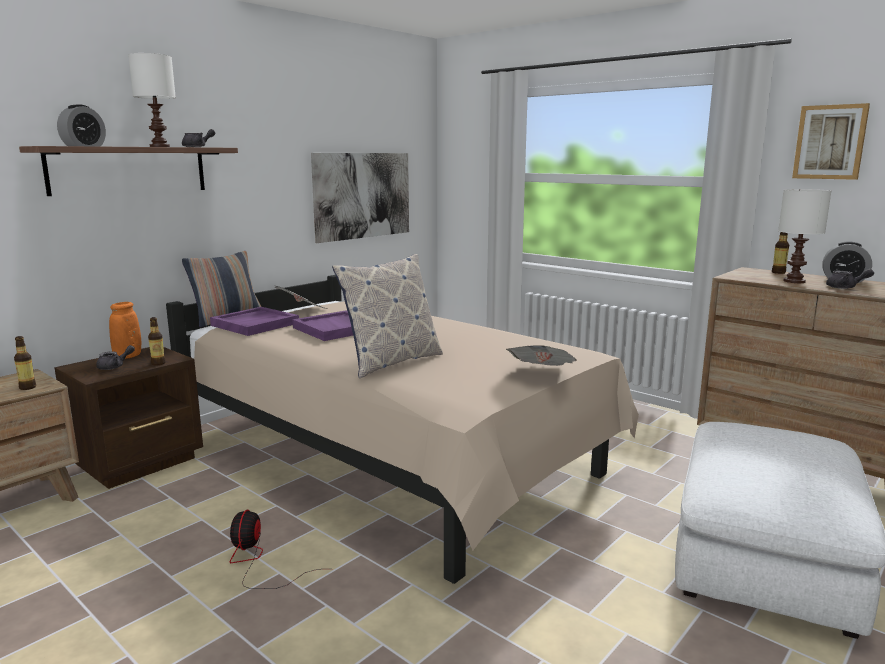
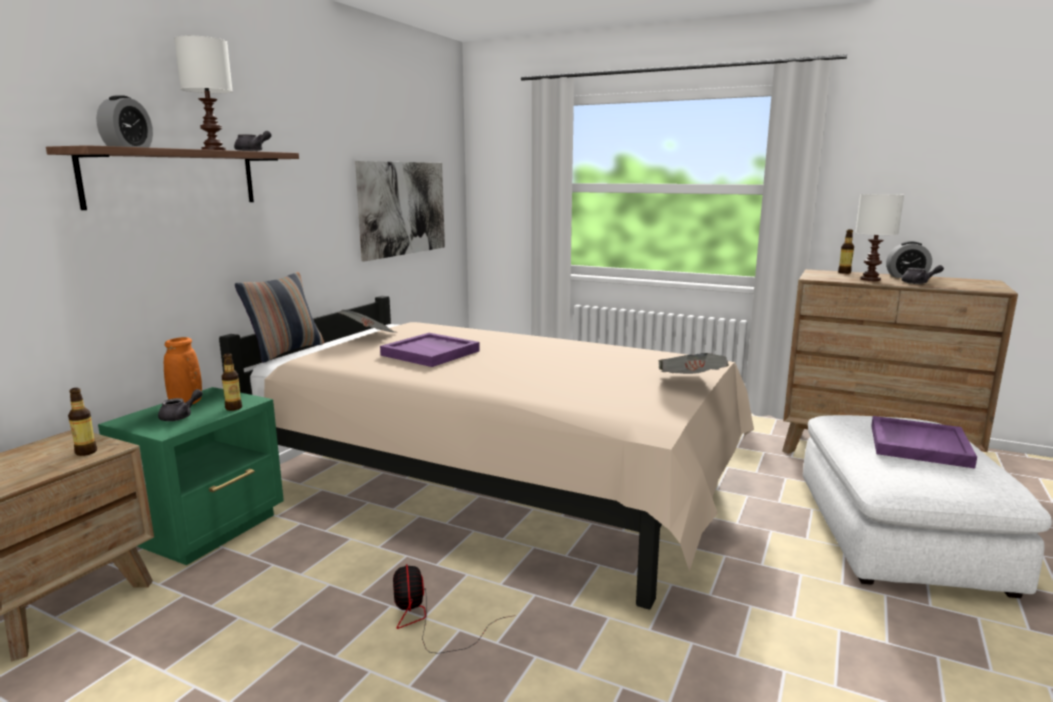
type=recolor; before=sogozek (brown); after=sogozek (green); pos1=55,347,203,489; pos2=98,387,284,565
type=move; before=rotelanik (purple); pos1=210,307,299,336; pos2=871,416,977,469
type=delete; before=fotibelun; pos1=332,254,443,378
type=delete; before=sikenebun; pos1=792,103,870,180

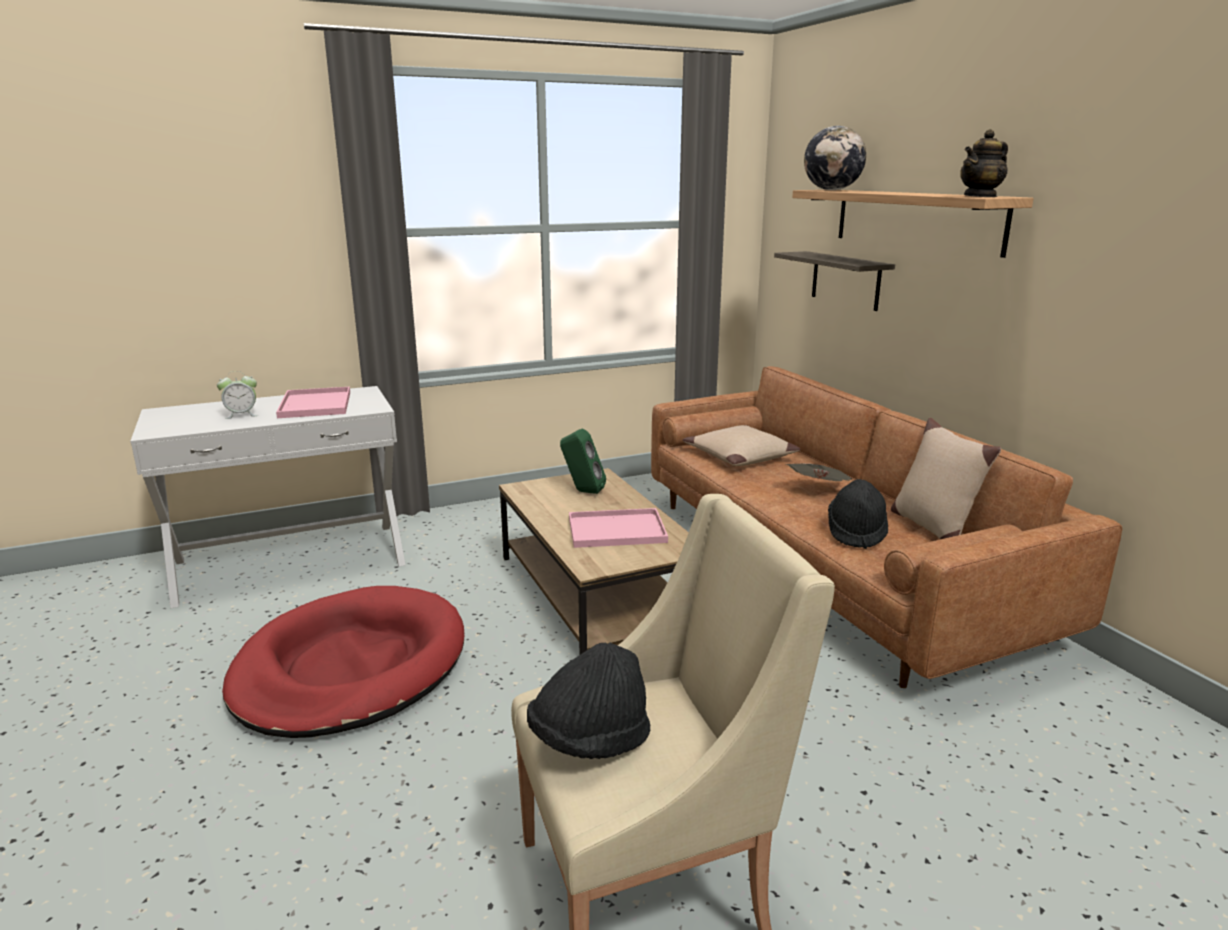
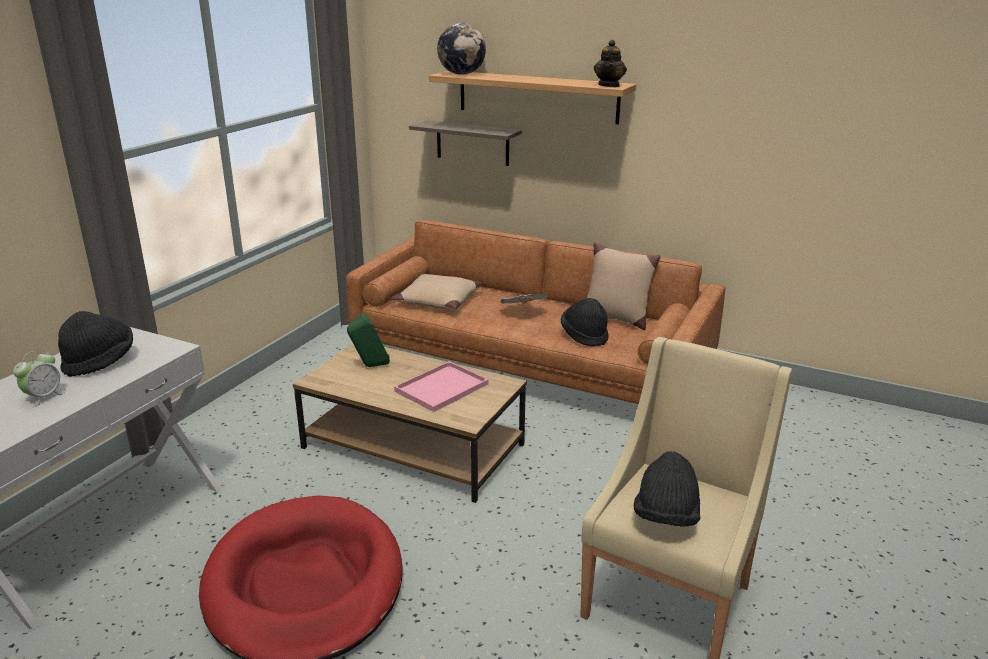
type=replace; before=rotelanik (pink); after=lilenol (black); pos1=276,387,350,418; pos2=58,311,133,377

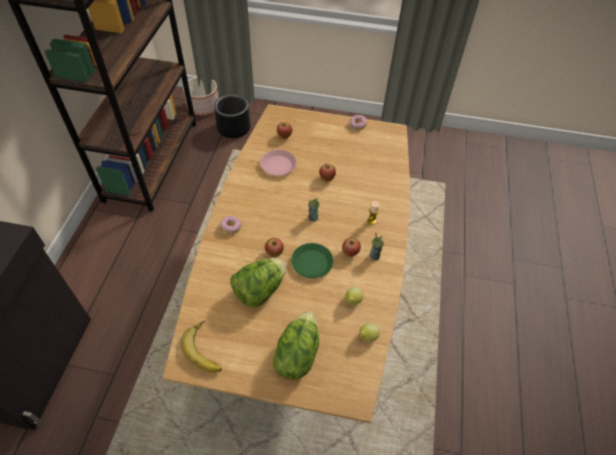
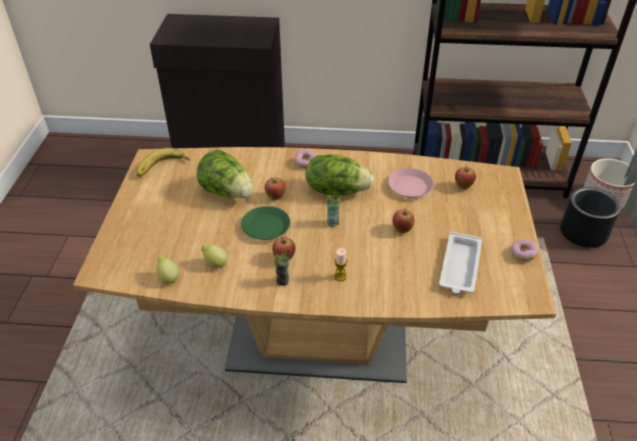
type=move; before=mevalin; pos1=273,312,319,380; pos2=306,155,374,196
type=insert; after=rotelanik (white); pos2=439,232,482,294

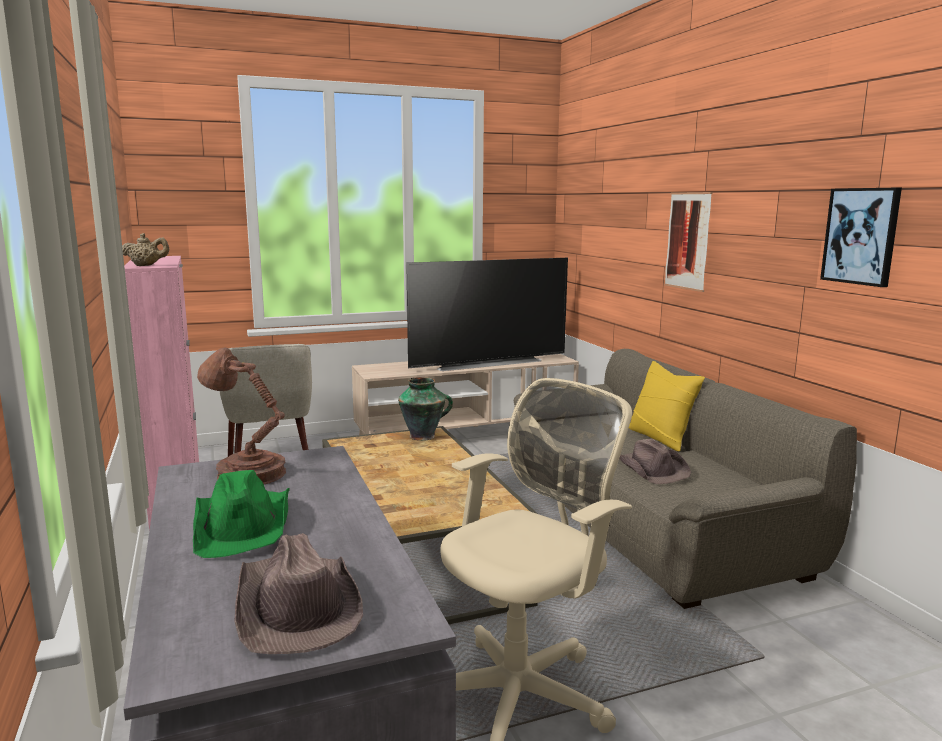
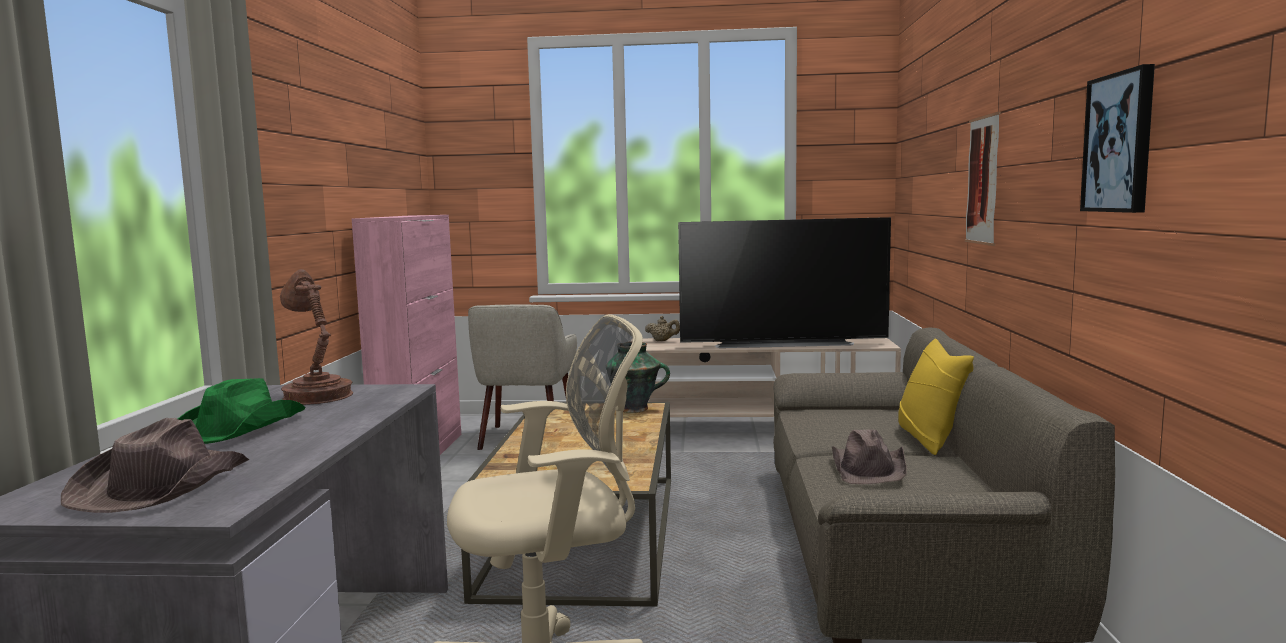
type=move; before=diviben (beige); pos1=122,233,169,266; pos2=645,316,680,341

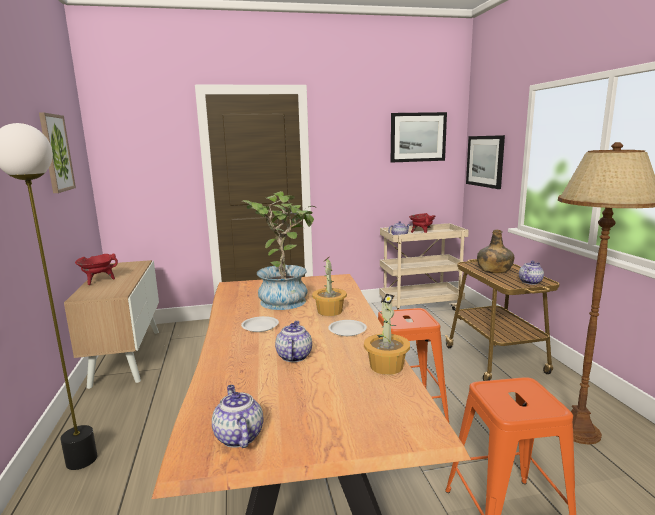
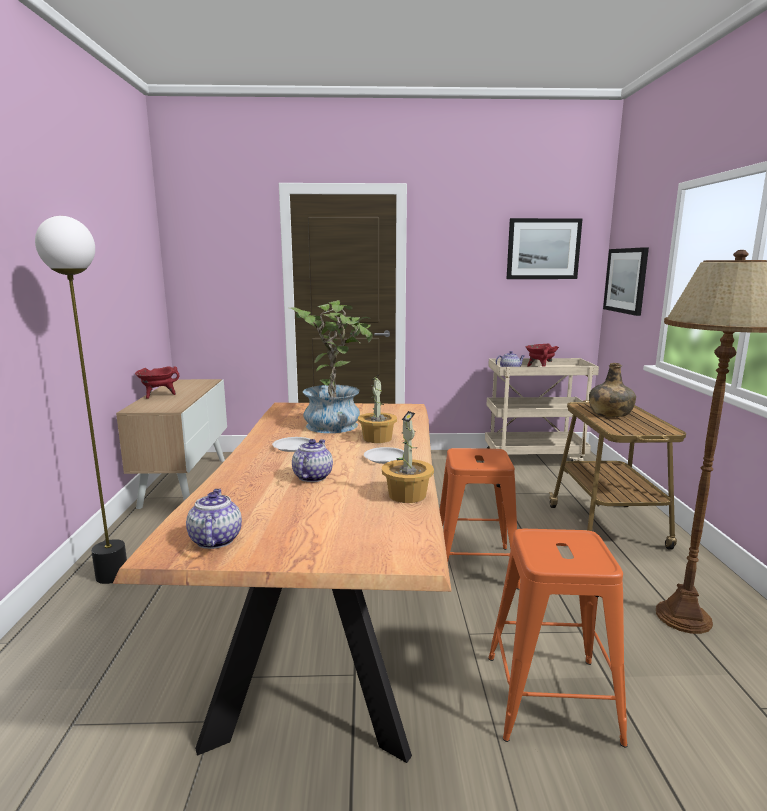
type=delete; before=sikenebun; pos1=39,112,76,193
type=delete; before=diviben; pos1=519,261,544,285

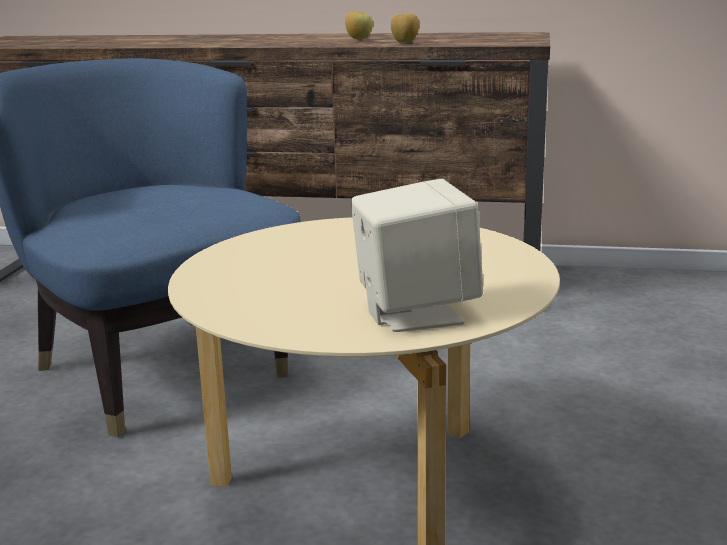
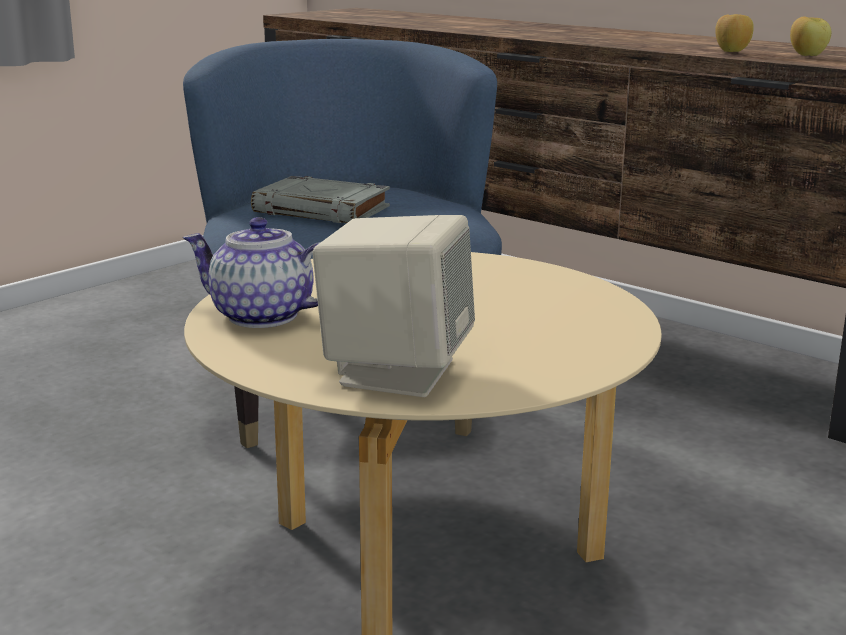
type=insert; after=diviben; pos2=183,217,320,328
type=insert; after=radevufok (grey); pos2=251,176,390,223
type=move; before=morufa; pos1=345,12,373,39; pos2=790,17,831,56

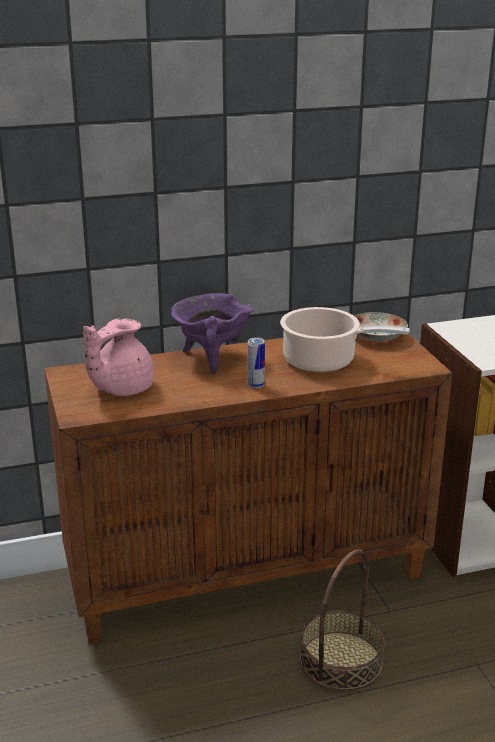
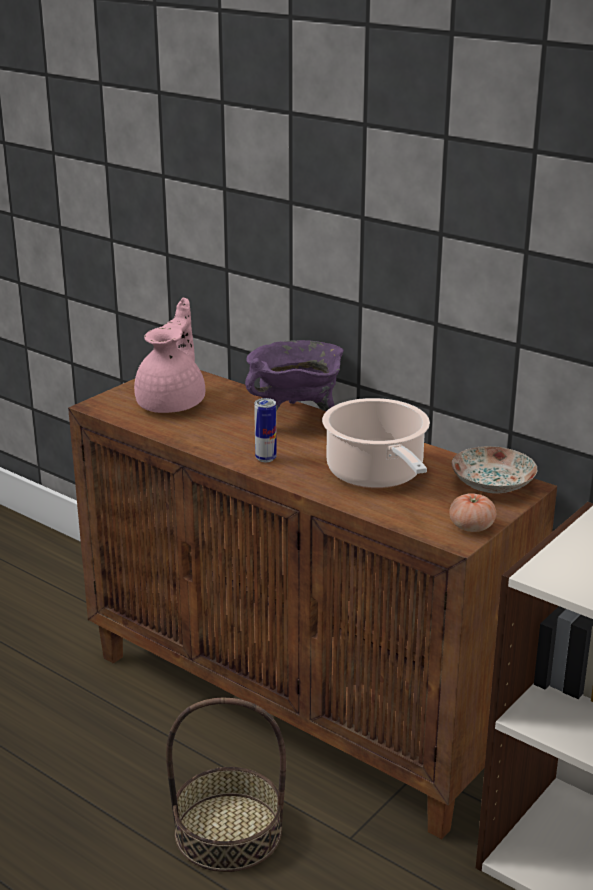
type=rotate; before=diviben (pink); pos1=83,318,154,396; pos2=134,298,205,413; turn=105
type=insert; after=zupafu; pos2=449,493,496,532

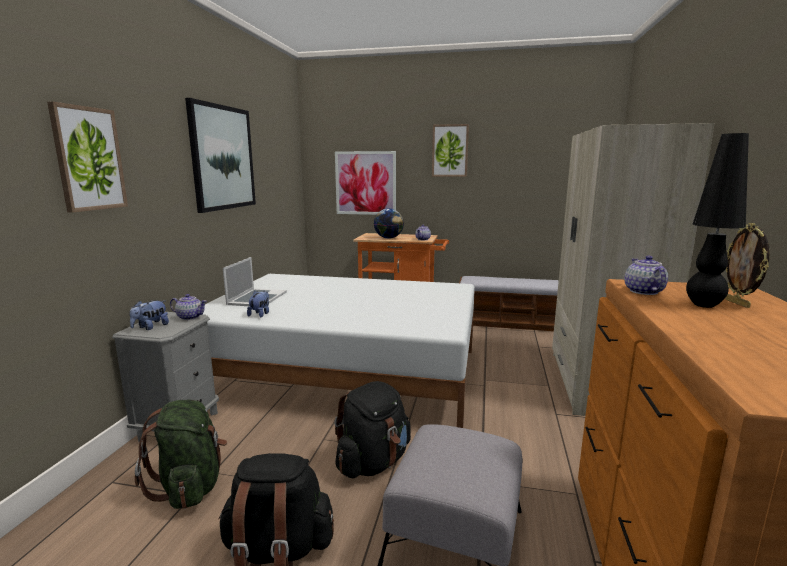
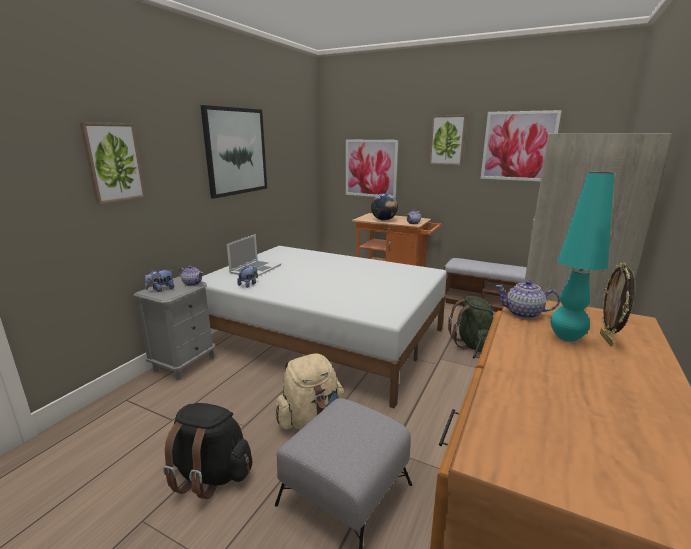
type=recolor; before=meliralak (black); after=meliralak (beige); pos1=334,381,411,478; pos2=275,354,344,430
type=move; before=meliralak (green); pos1=135,400,227,509; pos2=448,296,494,352
type=insert; after=sikenebun; pos2=481,110,562,181
type=rotate; before=diviben; pos1=624,256,668,295; pos2=495,280,560,319; turn=-90
type=recolor; before=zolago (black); after=zolago (turquoise); pos1=686,133,749,308; pos2=551,172,615,342

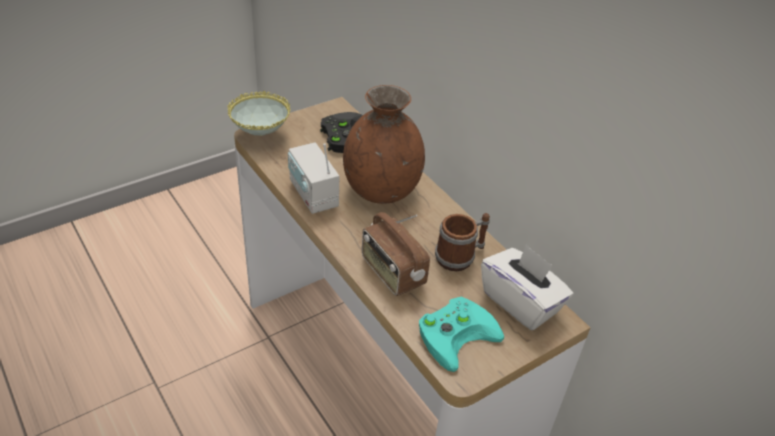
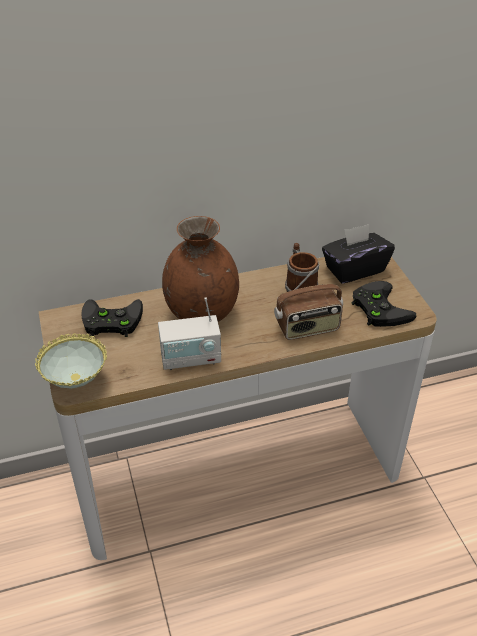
type=recolor; before=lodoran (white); after=lodoran (black); pos1=481,244,573,330; pos2=322,224,395,283
type=recolor; before=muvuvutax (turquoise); after=muvuvutax (black); pos1=419,296,504,372; pos2=351,281,416,327

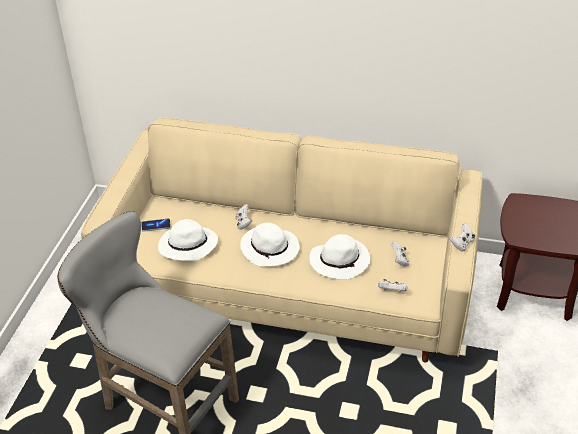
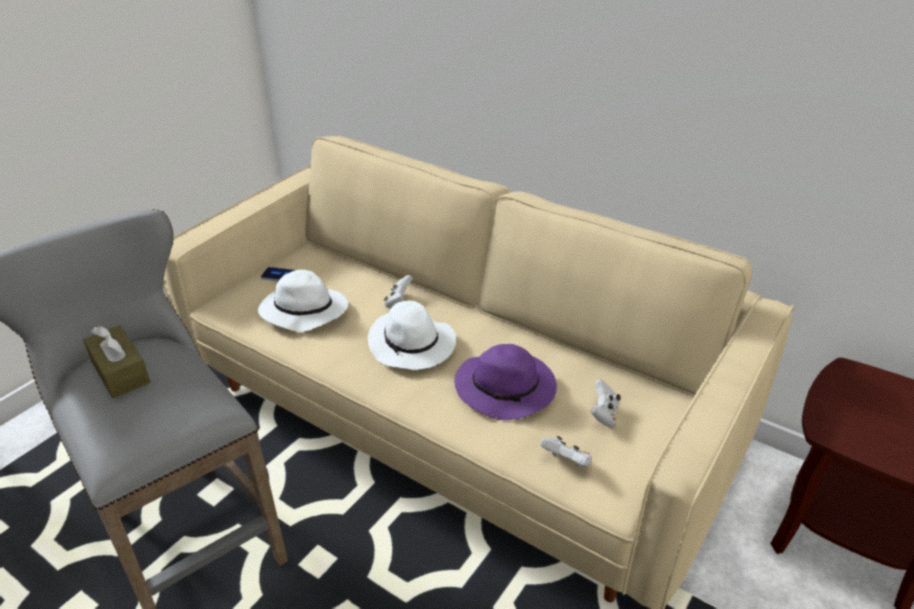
type=insert; after=lodoran (brown); pos2=83,325,151,398
type=recolor; before=lilenol (white); after=lilenol (purple); pos1=309,234,370,280; pos2=454,344,557,420
type=delete; before=muvuvutax (white); pos1=450,223,475,252

